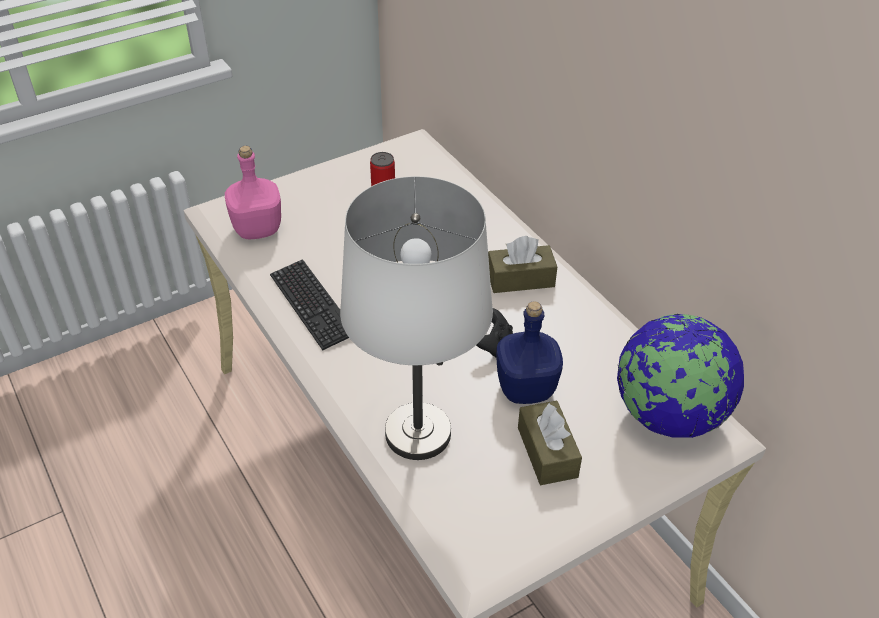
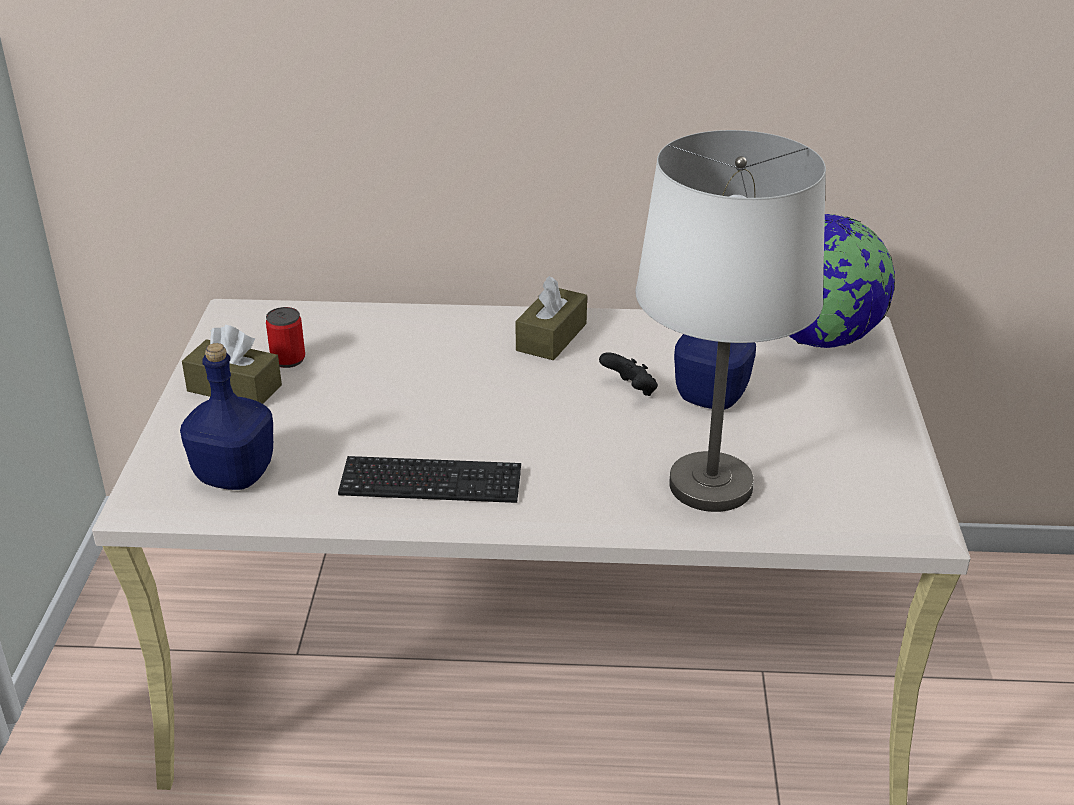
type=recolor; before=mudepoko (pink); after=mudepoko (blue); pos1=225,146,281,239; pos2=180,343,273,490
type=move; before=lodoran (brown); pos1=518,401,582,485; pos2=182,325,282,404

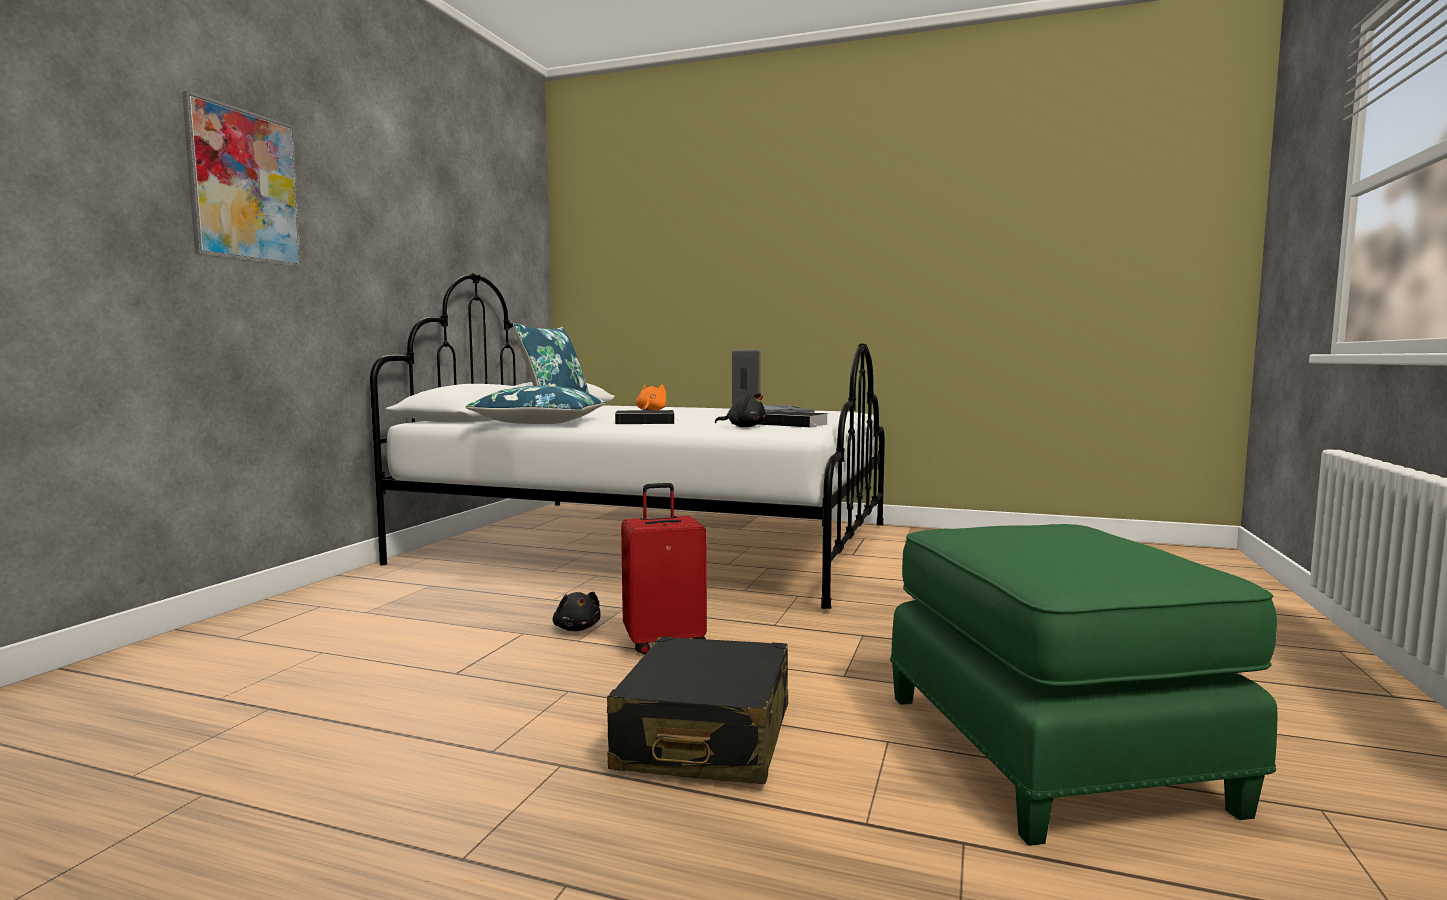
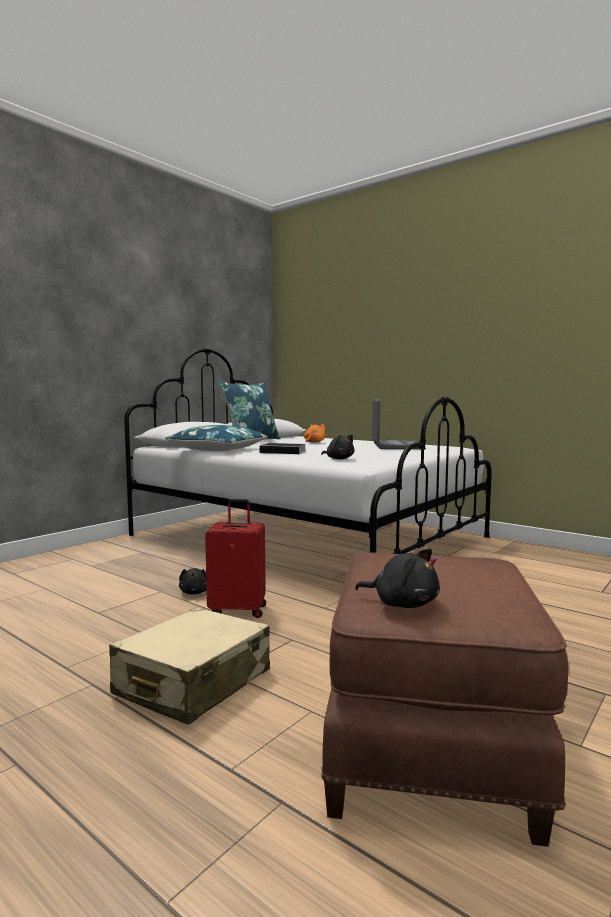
type=recolor; before=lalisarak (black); after=lalisarak (beige); pos1=607,637,788,784; pos2=109,607,270,725
type=recolor; before=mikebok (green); after=mikebok (brown); pos1=890,524,1277,846; pos2=321,552,568,847
type=insert; after=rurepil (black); pos2=355,548,440,608
type=delete; before=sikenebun; pos1=182,91,302,268
type=delete; before=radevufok; pos1=757,411,829,427

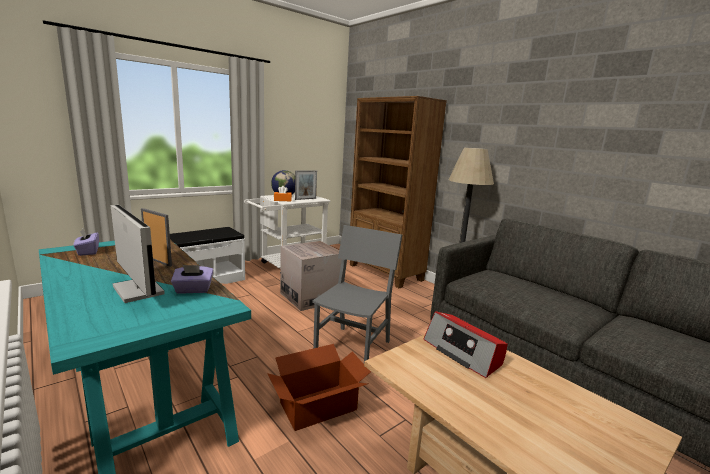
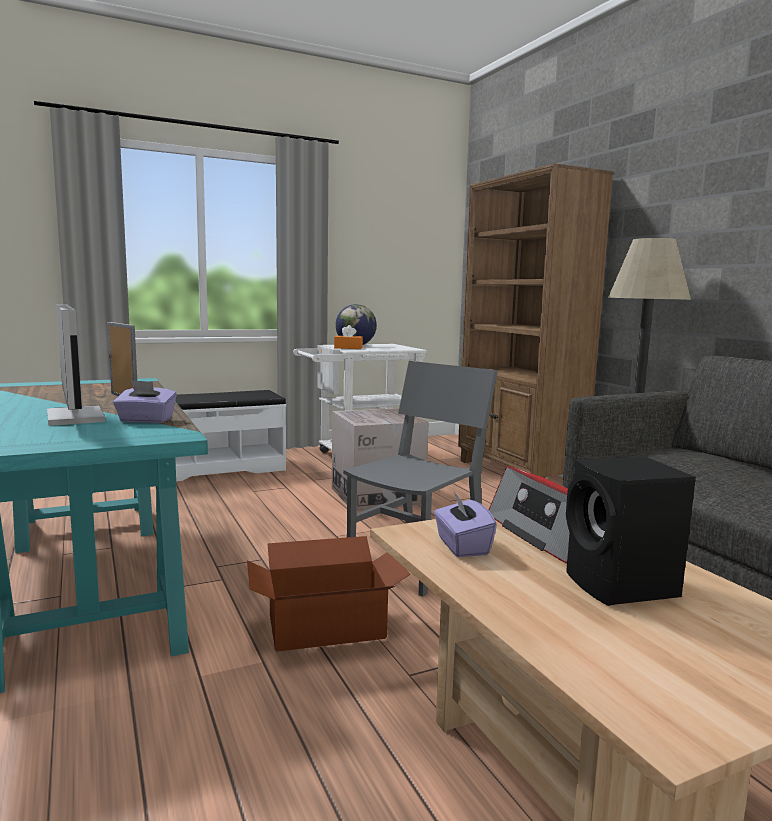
type=move; before=lodoran (purple); pos1=74,229,99,256; pos2=434,492,497,557
type=insert; after=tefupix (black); pos2=566,457,696,606
type=delete; before=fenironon; pos1=295,170,317,200

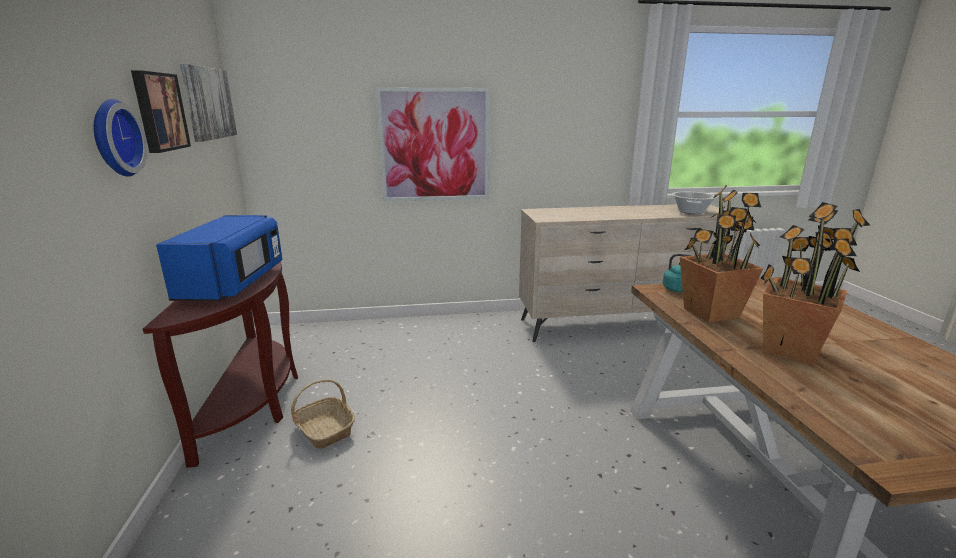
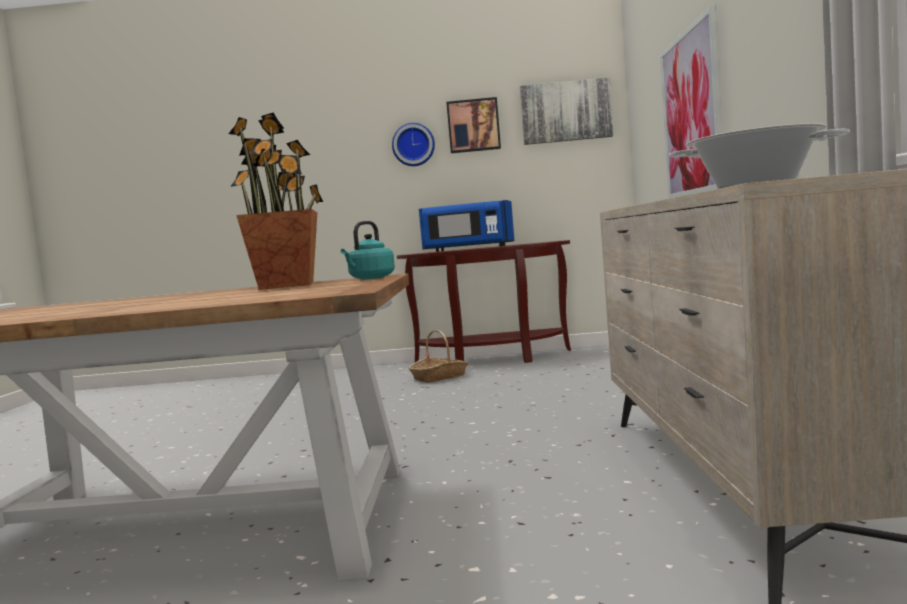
type=delete; before=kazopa; pos1=760,202,870,366

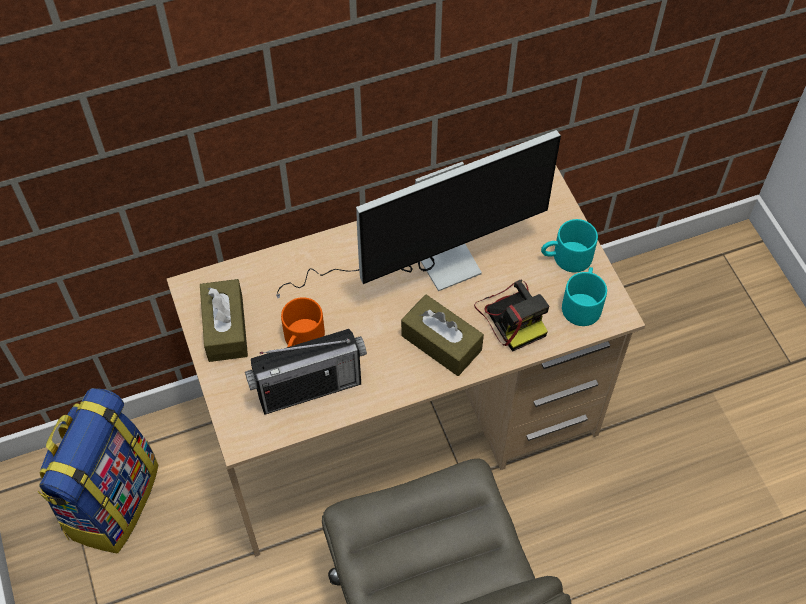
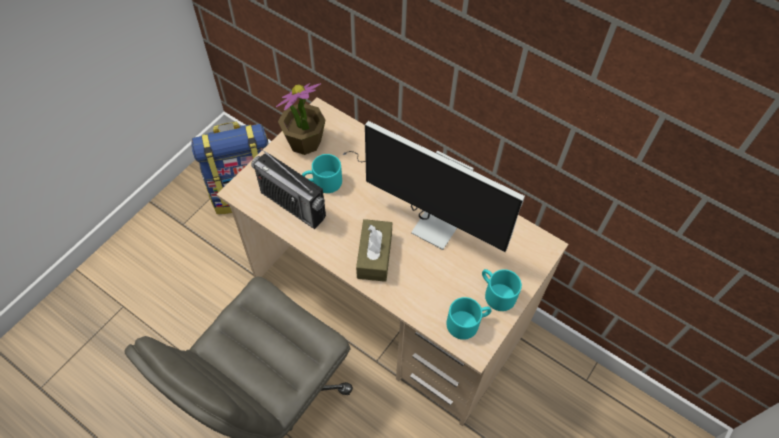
type=replace; before=lodoran (brown); after=kazopa; pos1=200,279,248,362; pos2=276,83,325,155
type=recolor; before=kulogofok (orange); after=kulogofok (turquoise); pos1=281,297,325,347; pos2=302,154,342,193
type=delete; before=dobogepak; pos1=474,279,549,352

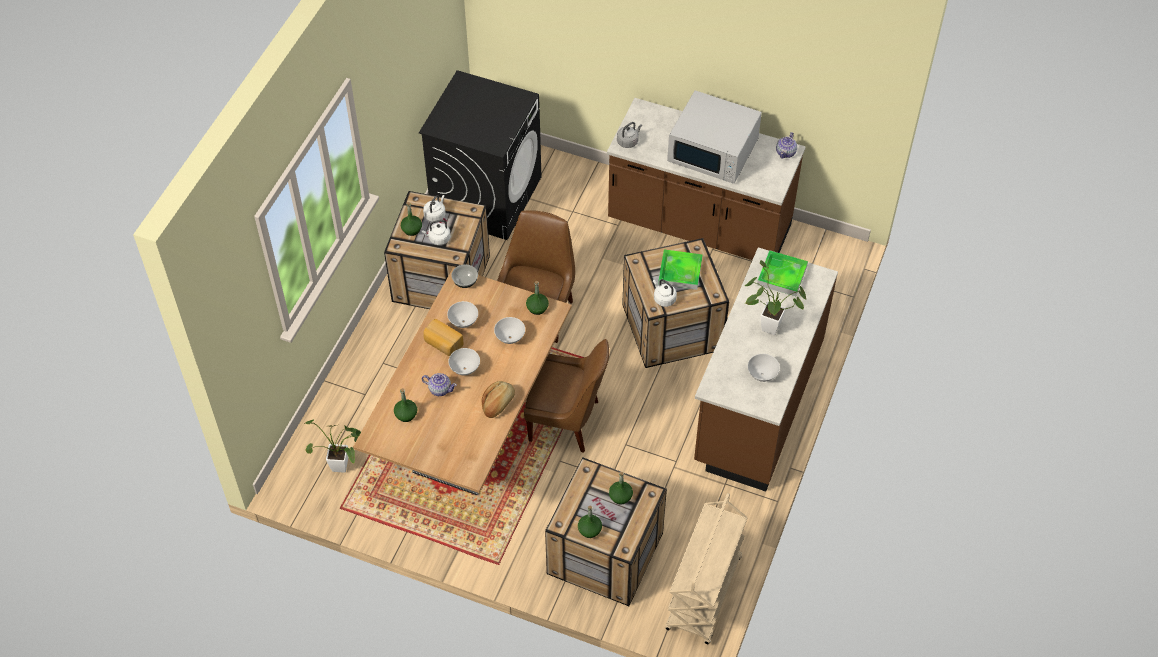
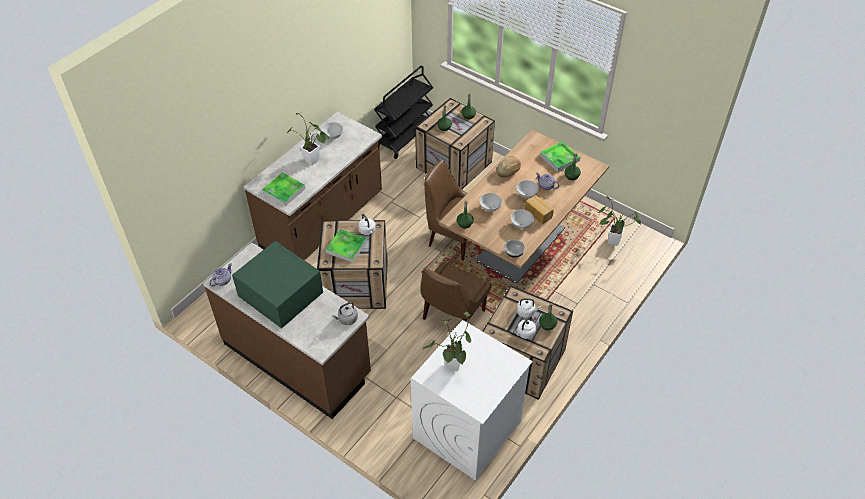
type=recolor; before=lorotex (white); after=lorotex (green); pos1=667,90,762,184; pos2=232,241,323,329
type=recolor; before=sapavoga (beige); after=sapavoga (black); pos1=665,493,748,644; pos2=374,66,433,159
type=recolor; before=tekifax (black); after=tekifax (white); pos1=419,70,542,240; pos2=411,320,533,481
type=insert; after=kazopa; pos2=422,312,471,371
type=insert; after=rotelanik; pos2=540,141,580,172

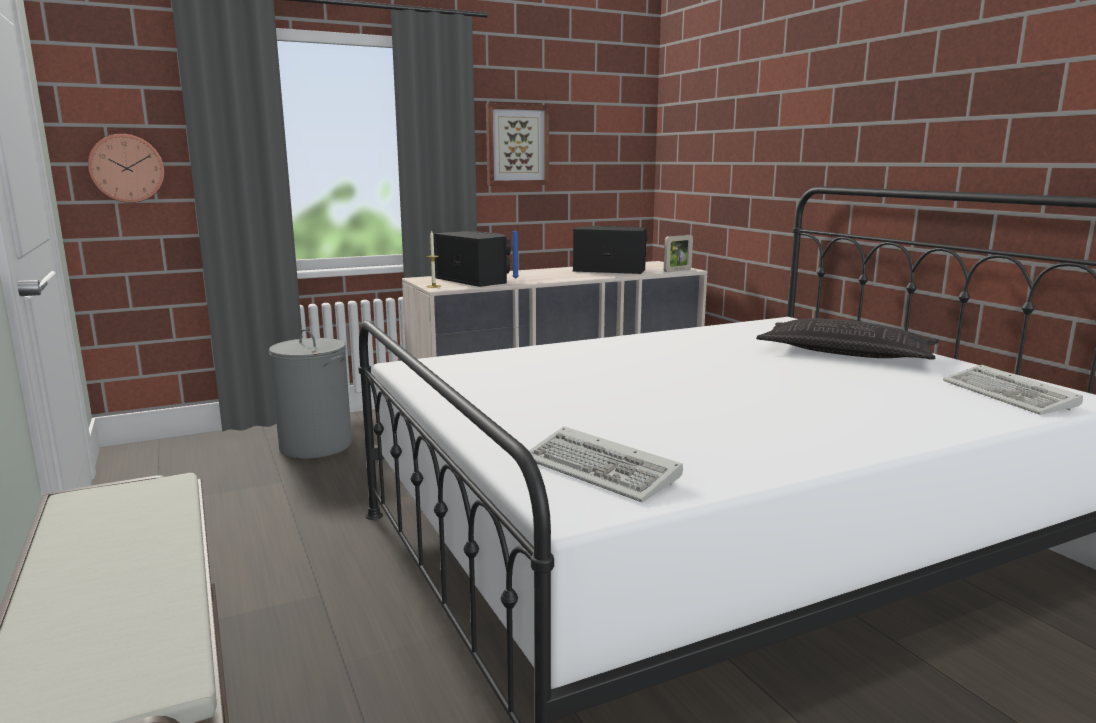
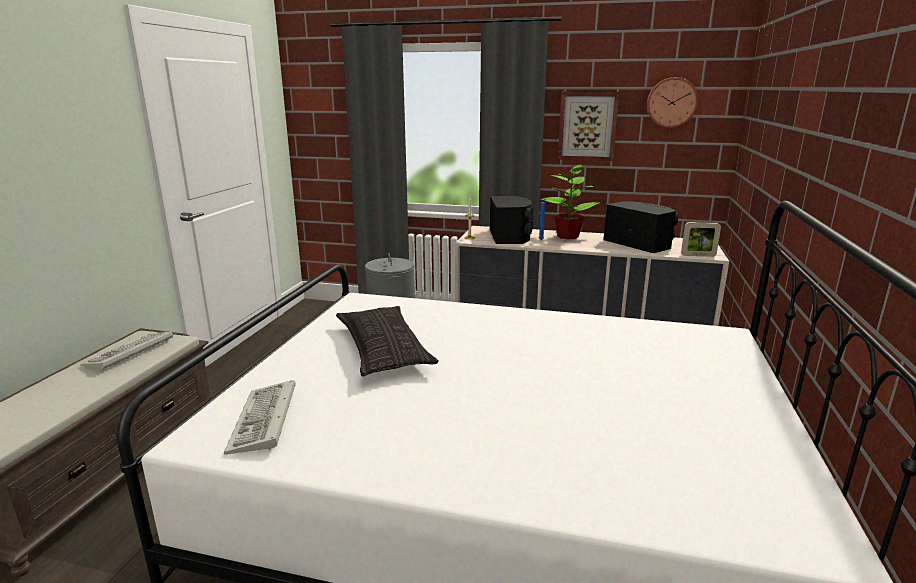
type=move; before=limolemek; pos1=943,365,1083,415; pos2=80,332,173,371
type=move; before=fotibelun; pos1=756,318,939,360; pos2=336,306,439,377
type=insert; after=kazopa; pos2=540,165,600,239
type=move; before=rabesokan; pos1=88,134,165,203; pos2=647,77,698,128

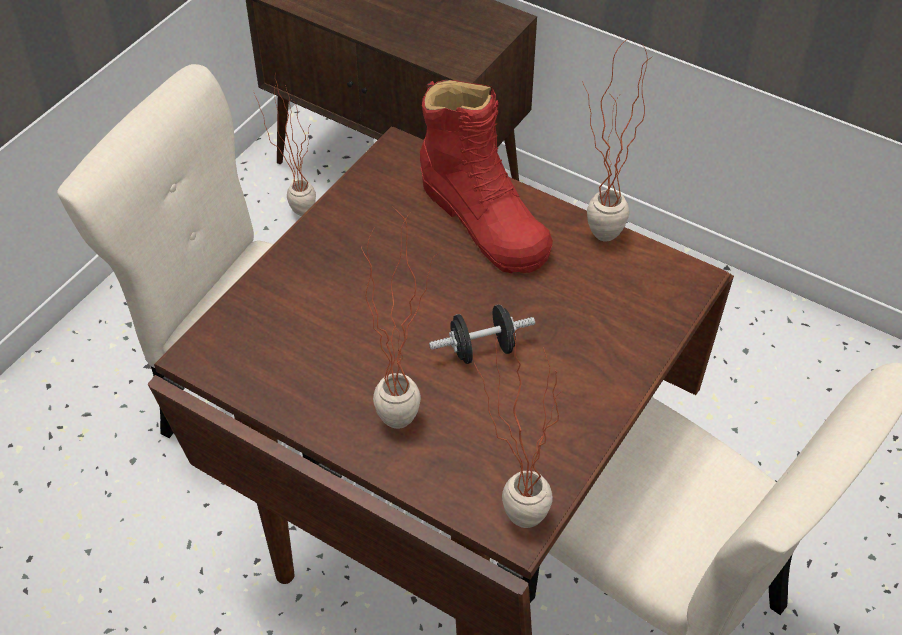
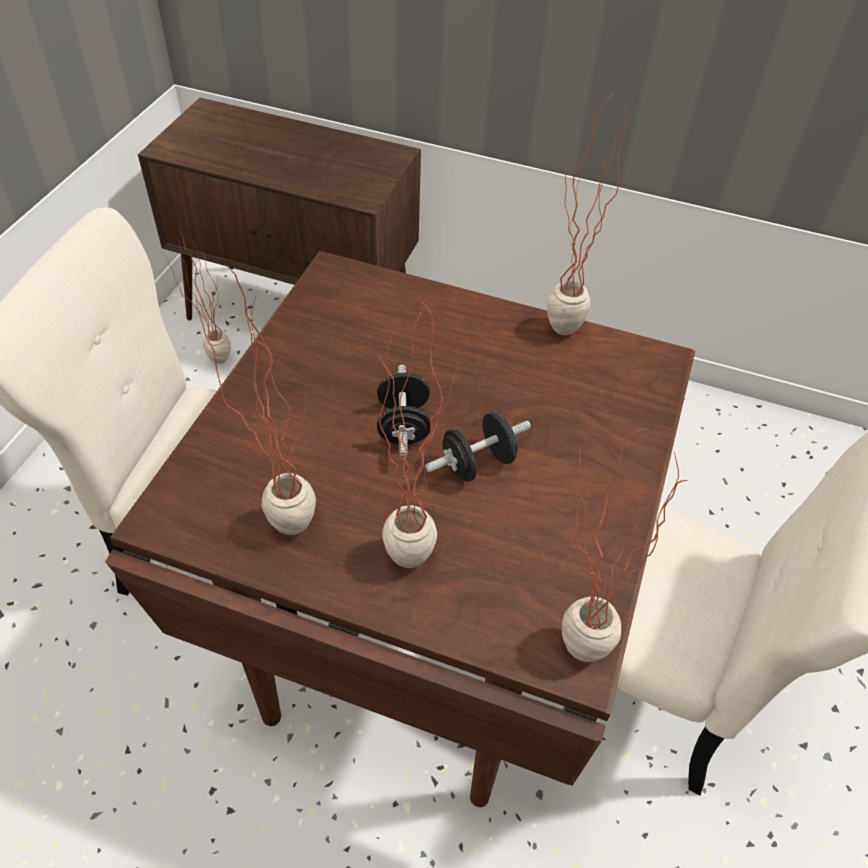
type=insert; after=kazopa; pos2=196,270,316,535
type=insert; after=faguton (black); pos2=377,365,430,457
type=delete; before=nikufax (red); pos1=420,80,553,273

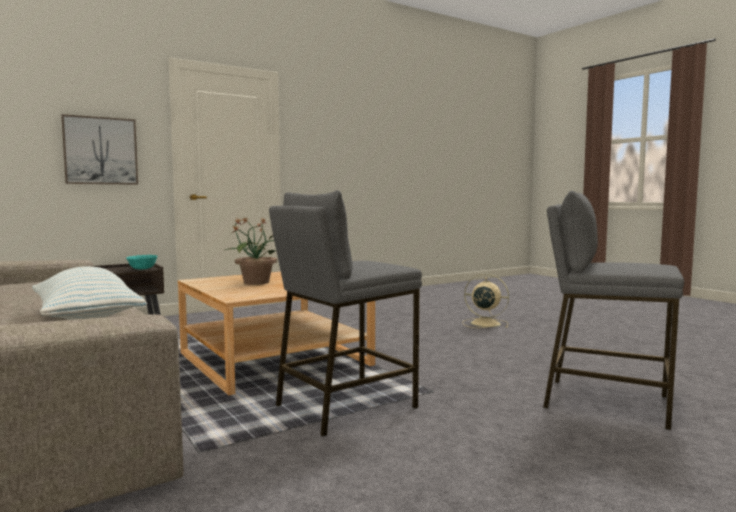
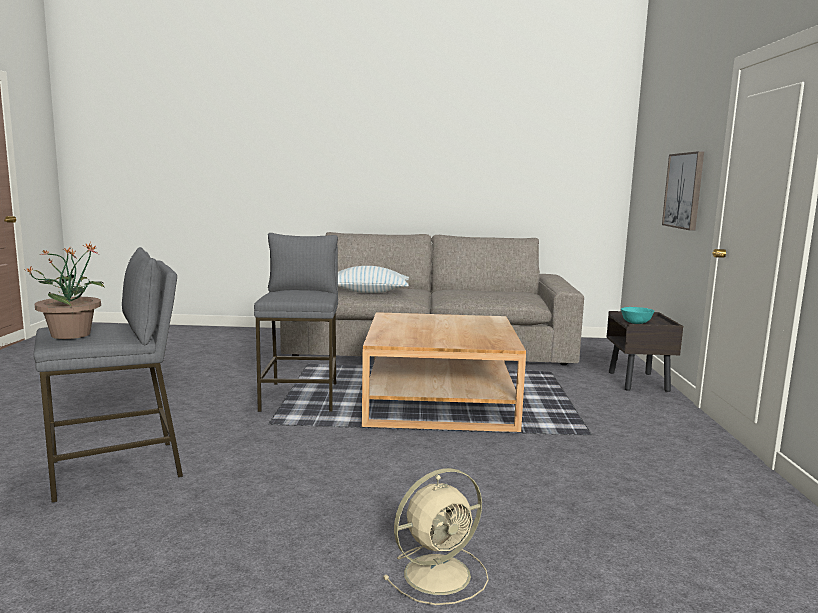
type=move; before=kazopa; pos1=225,217,277,285; pos2=26,243,105,339

